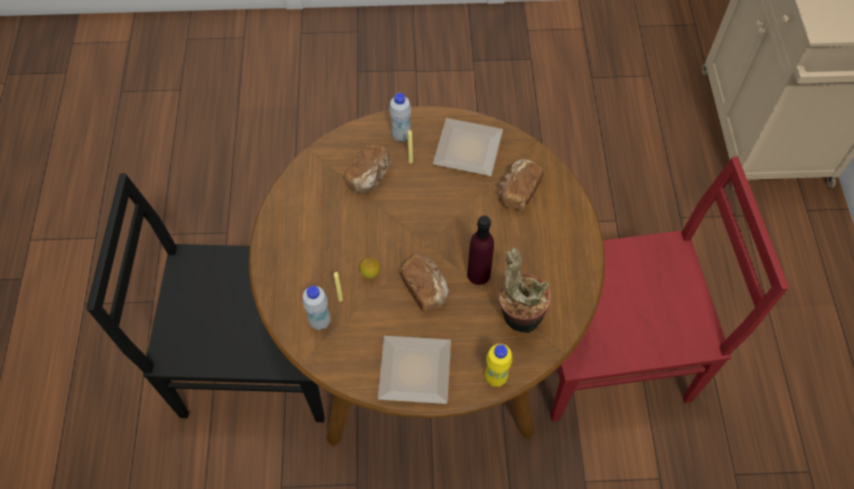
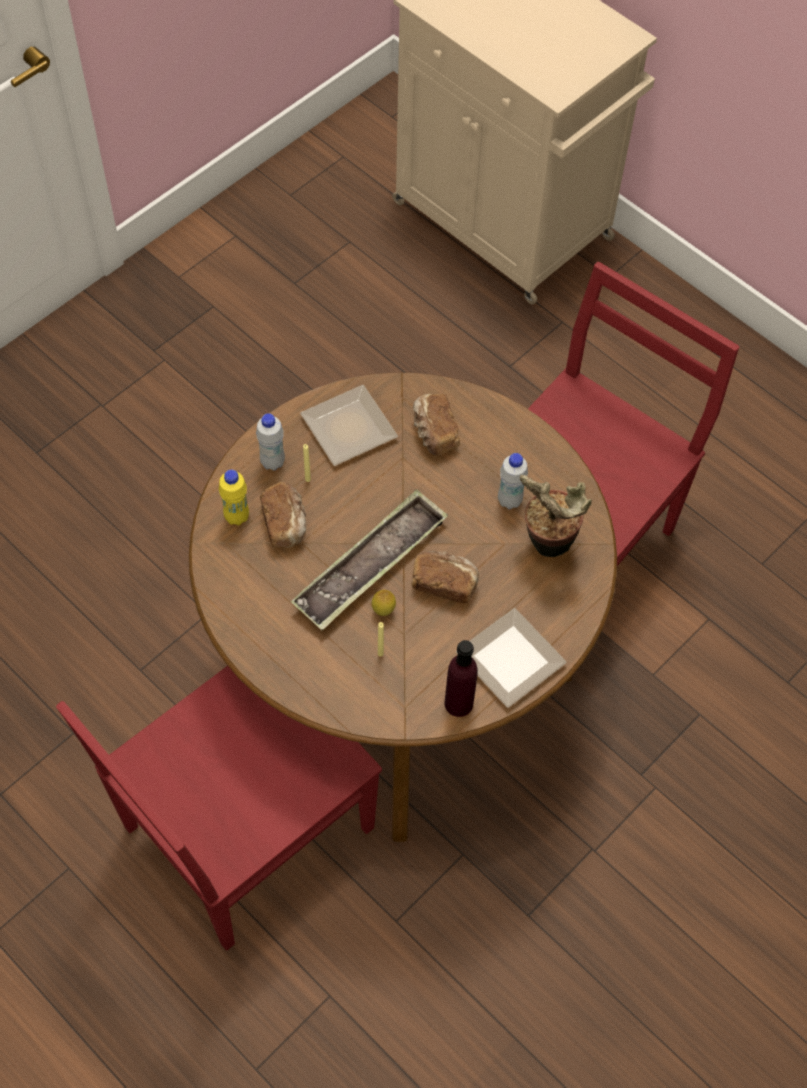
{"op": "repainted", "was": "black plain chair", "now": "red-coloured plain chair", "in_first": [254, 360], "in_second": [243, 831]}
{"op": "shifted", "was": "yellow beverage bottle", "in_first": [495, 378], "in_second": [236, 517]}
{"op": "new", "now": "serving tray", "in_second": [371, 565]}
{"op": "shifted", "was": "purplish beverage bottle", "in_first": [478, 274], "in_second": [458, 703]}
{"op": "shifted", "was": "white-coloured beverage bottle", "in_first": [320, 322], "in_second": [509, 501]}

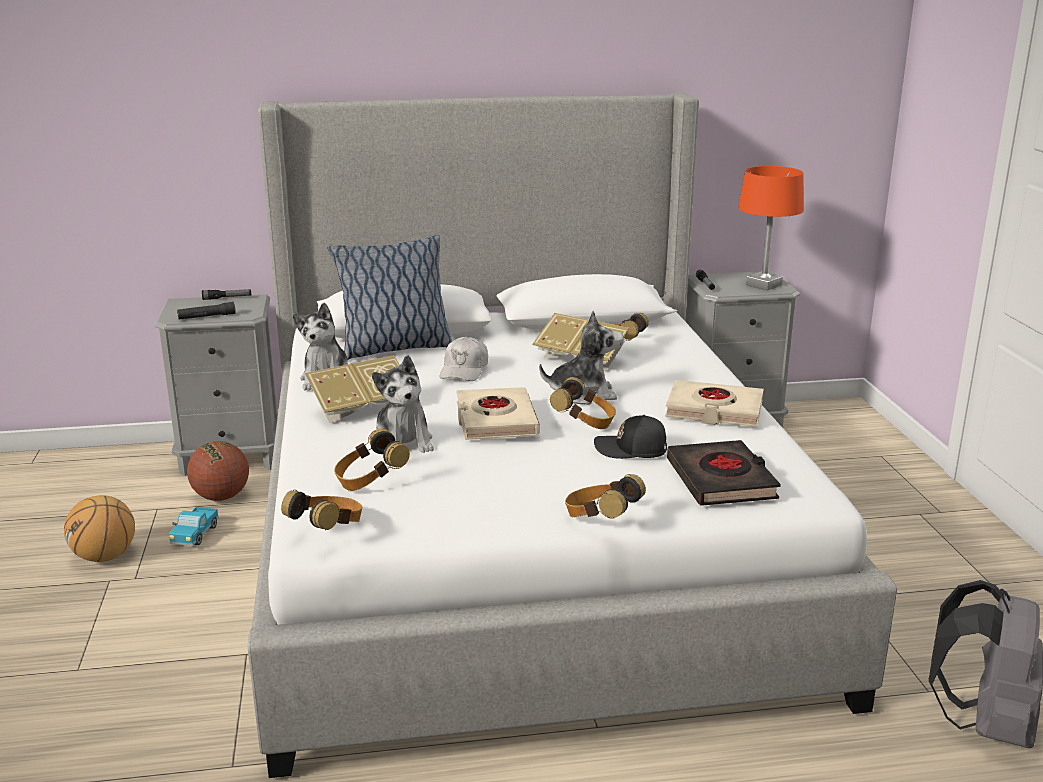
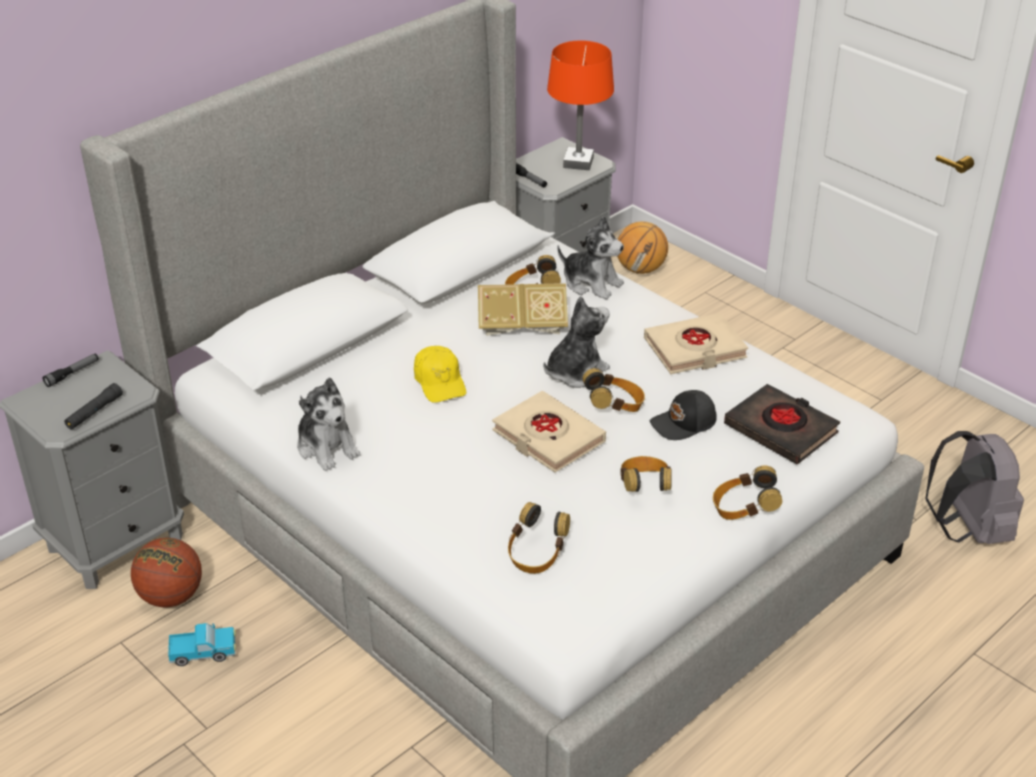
{"op": "rotated", "was": "model truck", "in_first": [195, 536], "in_second": [204, 653], "clockwise": -75}
{"op": "repainted", "was": "white-coloured baseball cap", "now": "yellow baseball cap", "in_first": [464, 370], "in_second": [440, 382]}
{"op": "shifted", "was": "cuddly toy", "in_first": [403, 442], "in_second": [591, 283]}
{"op": "shifted", "was": "basketball ball", "in_first": [105, 557], "in_second": [640, 269]}
{"op": "shifted", "was": "pair of headphones", "in_first": [328, 530], "in_second": [644, 488]}
{"op": "gone", "was": "volume", "in_first": [360, 409]}
{"op": "gone", "was": "pillow", "in_first": [394, 349]}

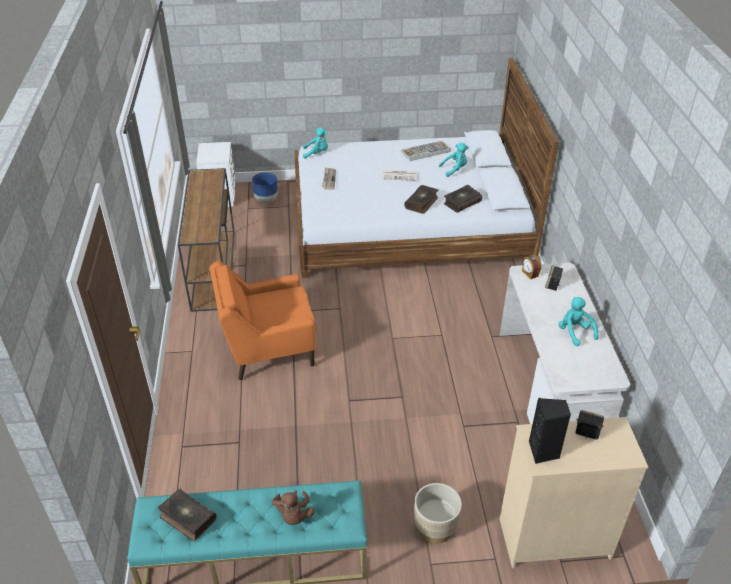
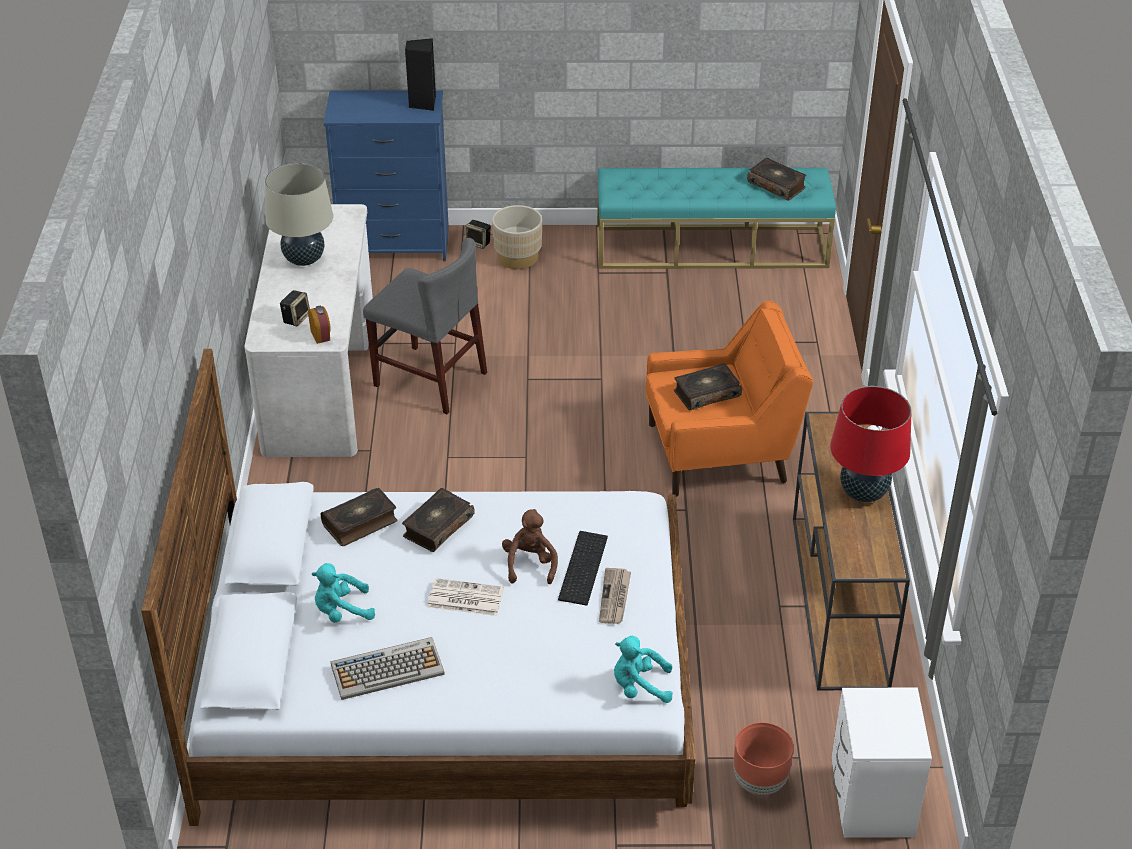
{"op": "swapped", "was": "blue-green cuddly toy", "now": "beige lamp for a table", "in_first": [574, 332], "in_second": [304, 259]}
{"op": "repainted", "was": "beige chest of drawers", "now": "blue-coloured chest of drawers", "in_first": [554, 537], "in_second": [394, 244]}
{"op": "new", "now": "grey plain chair", "in_second": [430, 379]}
{"op": "shifted", "was": "speaker", "in_first": [586, 432], "in_second": [478, 243]}
{"op": "shifted", "was": "brownish cuddly toy", "in_first": [293, 515], "in_second": [530, 564]}
{"op": "new", "now": "keyboard", "in_second": [581, 567]}
{"op": "new", "now": "volume", "in_second": [706, 393]}
{"op": "repainted", "was": "blue-coloured plant pot", "now": "brownish plant pot", "in_first": [266, 200], "in_second": [759, 782]}
{"op": "new", "now": "red-coloured lamp for a table", "in_second": [863, 493]}

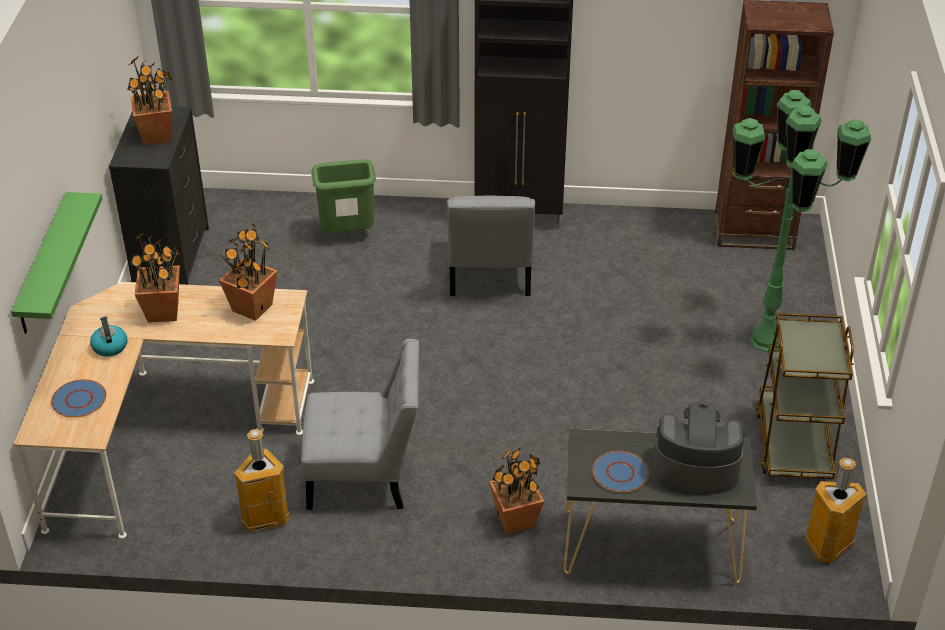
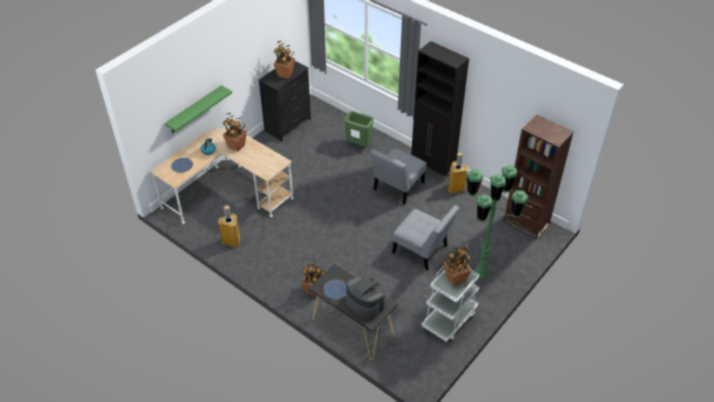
{"op": "shifted", "was": "grey plain chair", "in_first": [365, 476], "in_second": [422, 251]}
{"op": "repainted", "was": "brownish trolley", "now": "white-coloured trolley", "in_first": [793, 443], "in_second": [449, 319]}
{"op": "shifted", "was": "houseplant", "in_first": [251, 308], "in_second": [455, 279]}
{"op": "shifted", "was": "rubbish bin", "in_first": [829, 547], "in_second": [456, 188]}

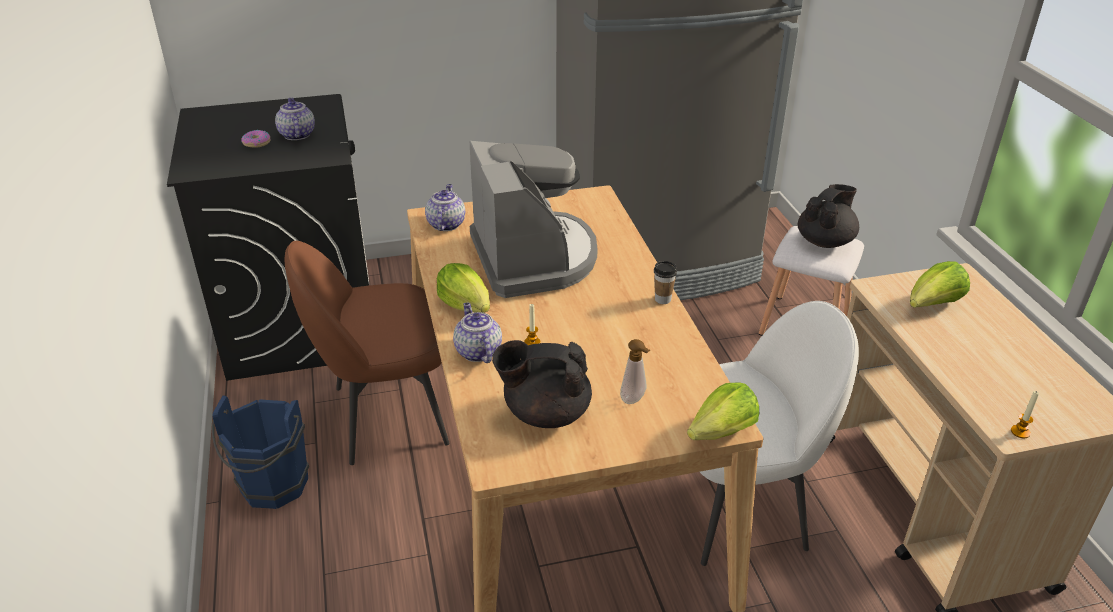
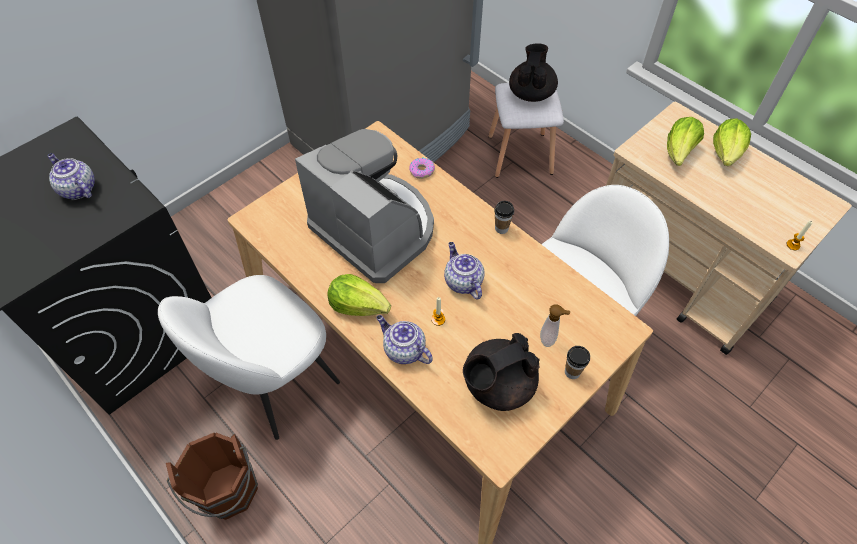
{"op": "repainted", "was": "brownish plain chair", "now": "white-coloured plain chair", "in_first": [386, 416], "in_second": [272, 381]}
{"op": "repainted", "was": "blue-coloured bucket", "now": "brownish bucket", "in_first": [272, 489], "in_second": [230, 495]}
{"op": "shifted", "was": "donut", "in_first": [256, 143], "in_second": [422, 171]}
{"op": "shifted", "was": "teapot", "in_first": [445, 224], "in_second": [462, 281]}
{"op": "new", "now": "cup", "in_second": [572, 372]}
{"op": "shifted", "was": "lettuce", "in_first": [722, 432], "in_second": [726, 153]}

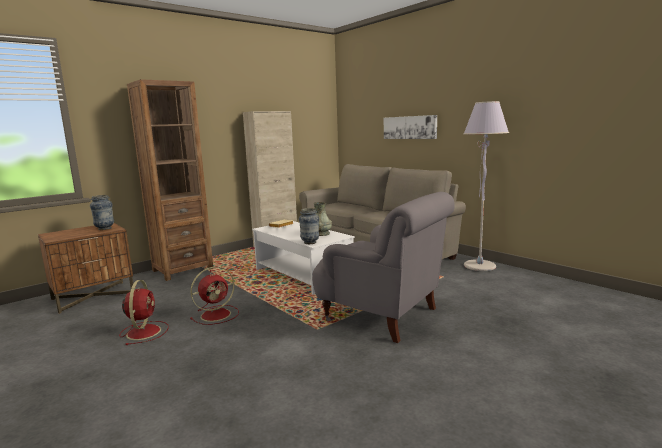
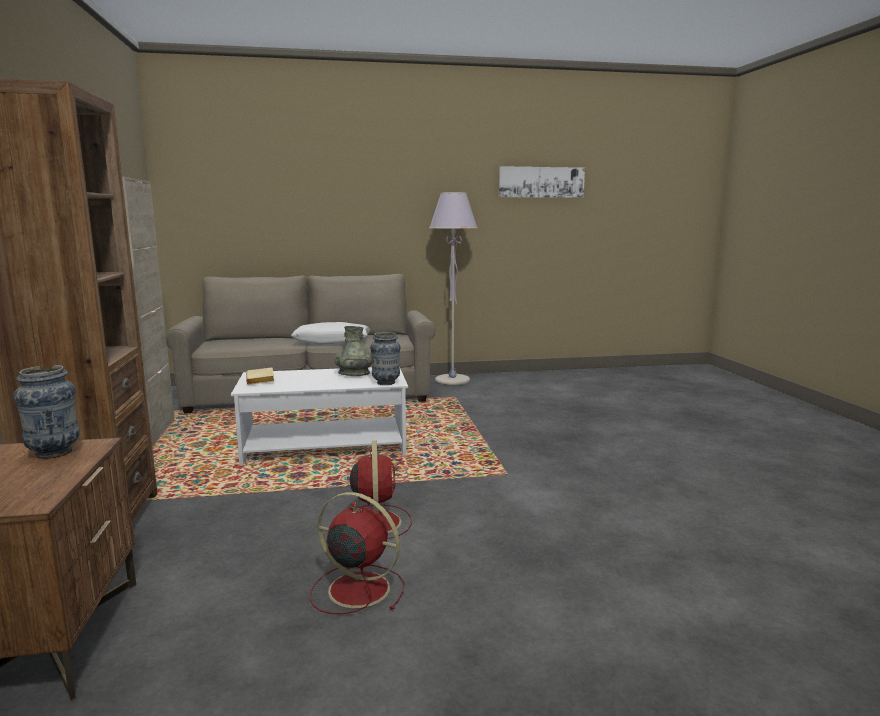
{"op": "new", "now": "white-coloured pillow", "in_second": [332, 342]}
{"op": "shifted", "was": "wall picture", "in_first": [409, 127], "in_second": [541, 182]}
{"op": "gone", "was": "grey armchair", "in_first": [383, 315]}

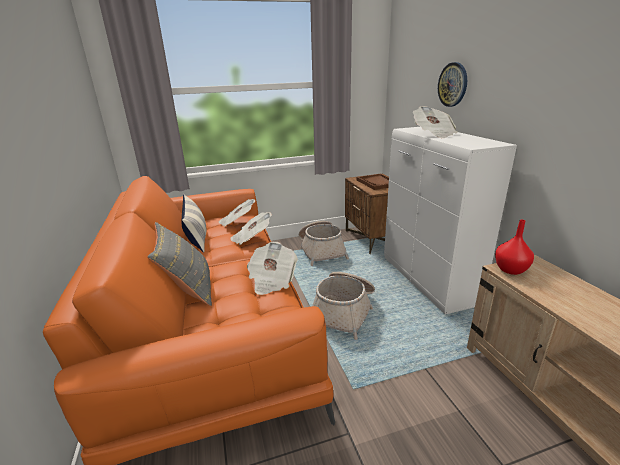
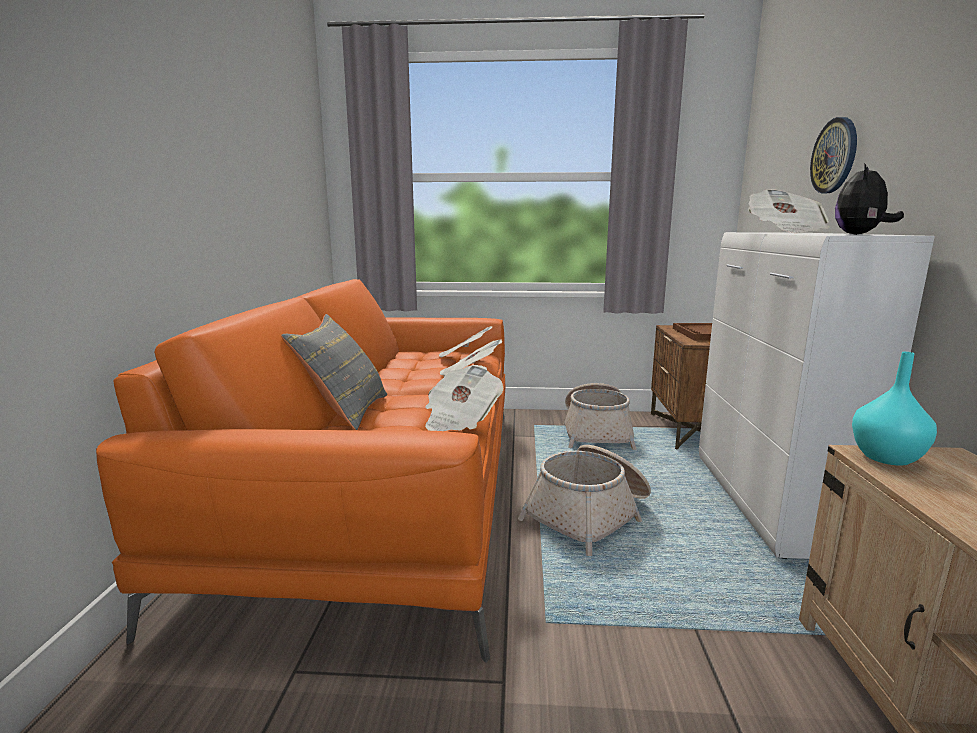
{"op": "new", "now": "cuddly toy", "in_second": [860, 234]}
{"op": "repainted", "was": "red-coloured flower vase", "now": "blue-green flower vase", "in_first": [509, 270], "in_second": [884, 458]}
{"op": "gone", "was": "pillow", "in_first": [196, 236]}

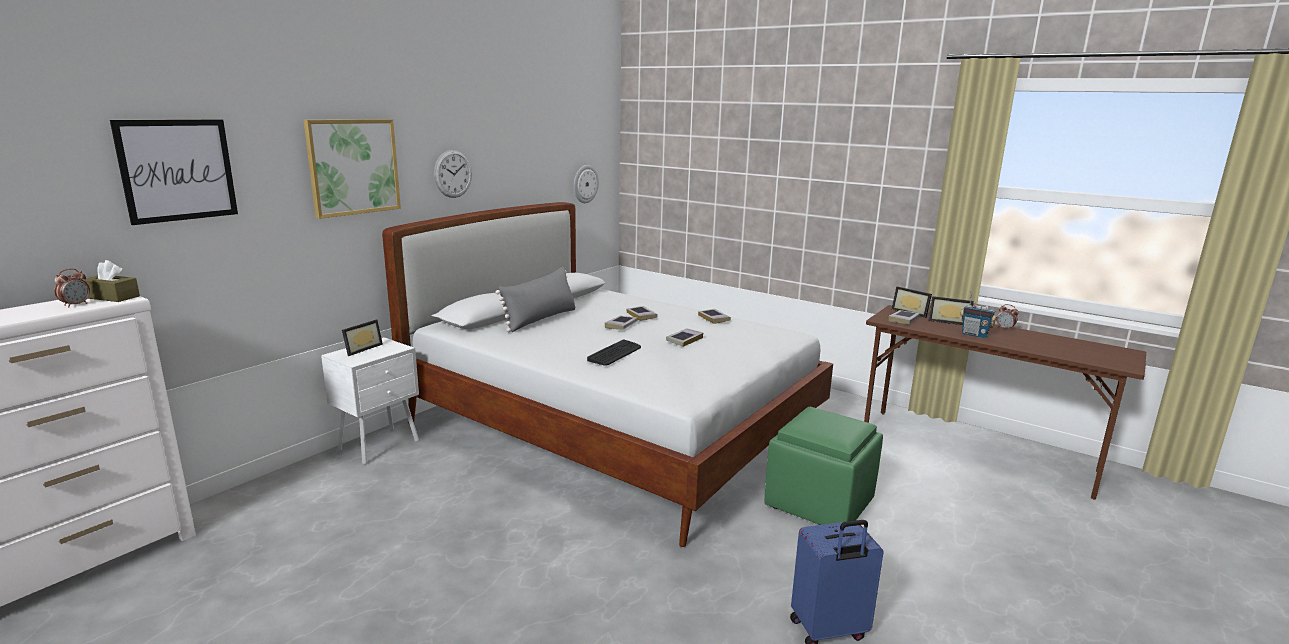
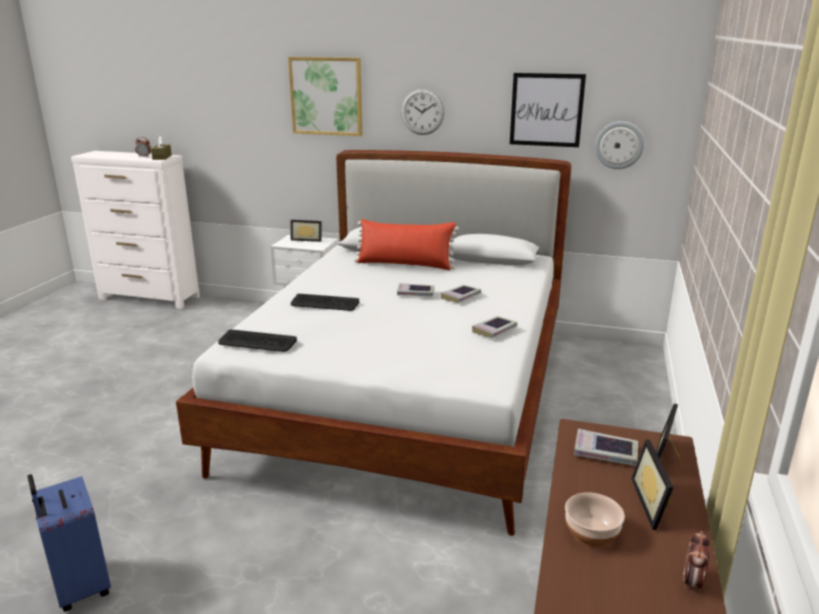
{"op": "new", "now": "keyboard", "in_second": [257, 342]}
{"op": "repainted", "was": "grey pillow", "now": "red-coloured pillow", "in_first": [540, 319], "in_second": [405, 264]}
{"op": "shifted", "was": "wall picture", "in_first": [177, 170], "in_second": [546, 110]}
{"op": "swapped", "was": "radio", "now": "serving bowl", "in_first": [974, 335], "in_second": [592, 533]}
{"op": "gone", "was": "volume", "in_first": [684, 340]}
{"op": "gone", "was": "green-coloured ottoman", "in_first": [818, 502]}

